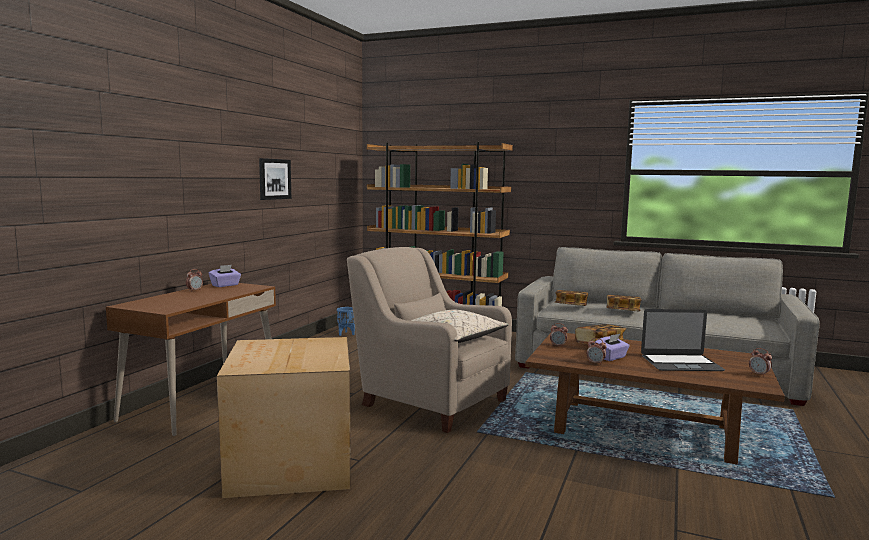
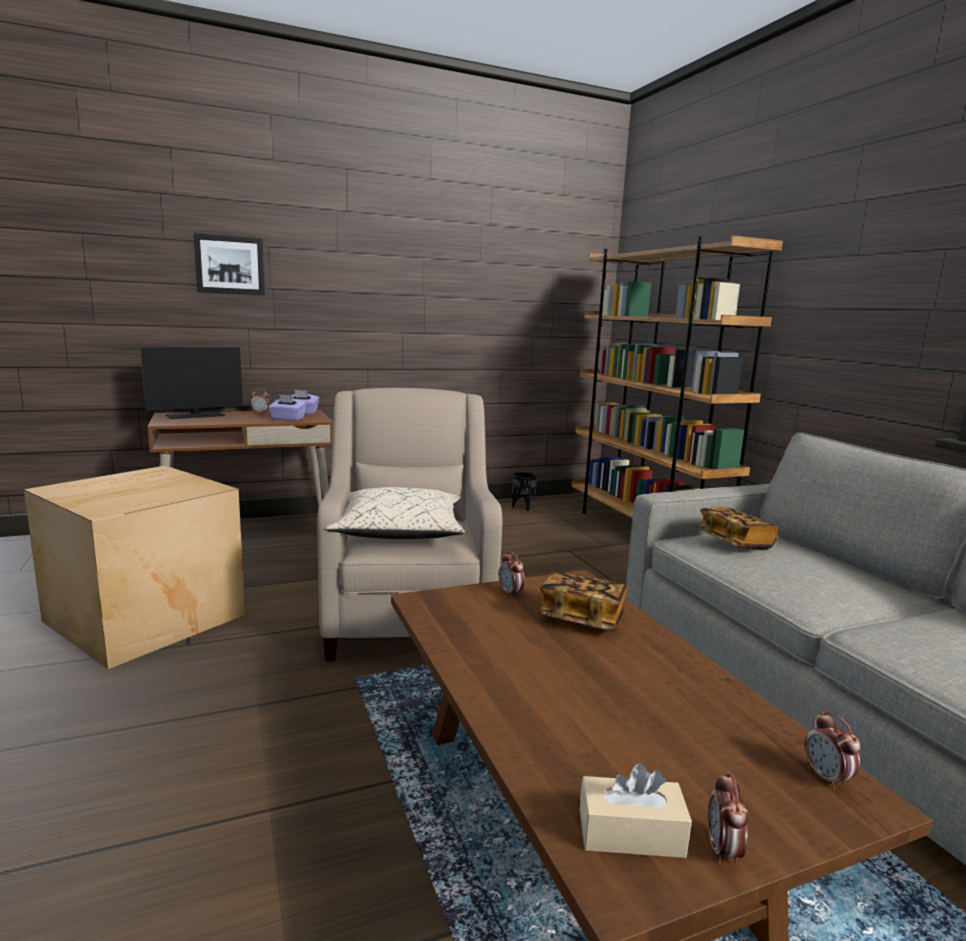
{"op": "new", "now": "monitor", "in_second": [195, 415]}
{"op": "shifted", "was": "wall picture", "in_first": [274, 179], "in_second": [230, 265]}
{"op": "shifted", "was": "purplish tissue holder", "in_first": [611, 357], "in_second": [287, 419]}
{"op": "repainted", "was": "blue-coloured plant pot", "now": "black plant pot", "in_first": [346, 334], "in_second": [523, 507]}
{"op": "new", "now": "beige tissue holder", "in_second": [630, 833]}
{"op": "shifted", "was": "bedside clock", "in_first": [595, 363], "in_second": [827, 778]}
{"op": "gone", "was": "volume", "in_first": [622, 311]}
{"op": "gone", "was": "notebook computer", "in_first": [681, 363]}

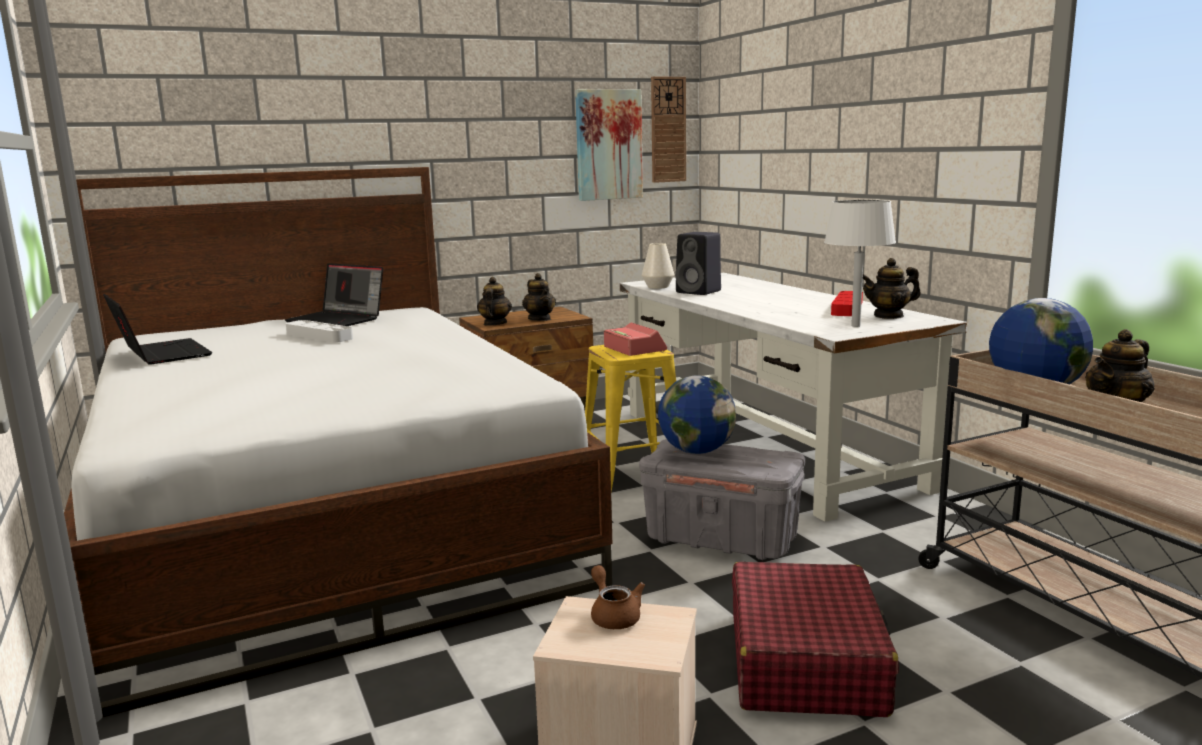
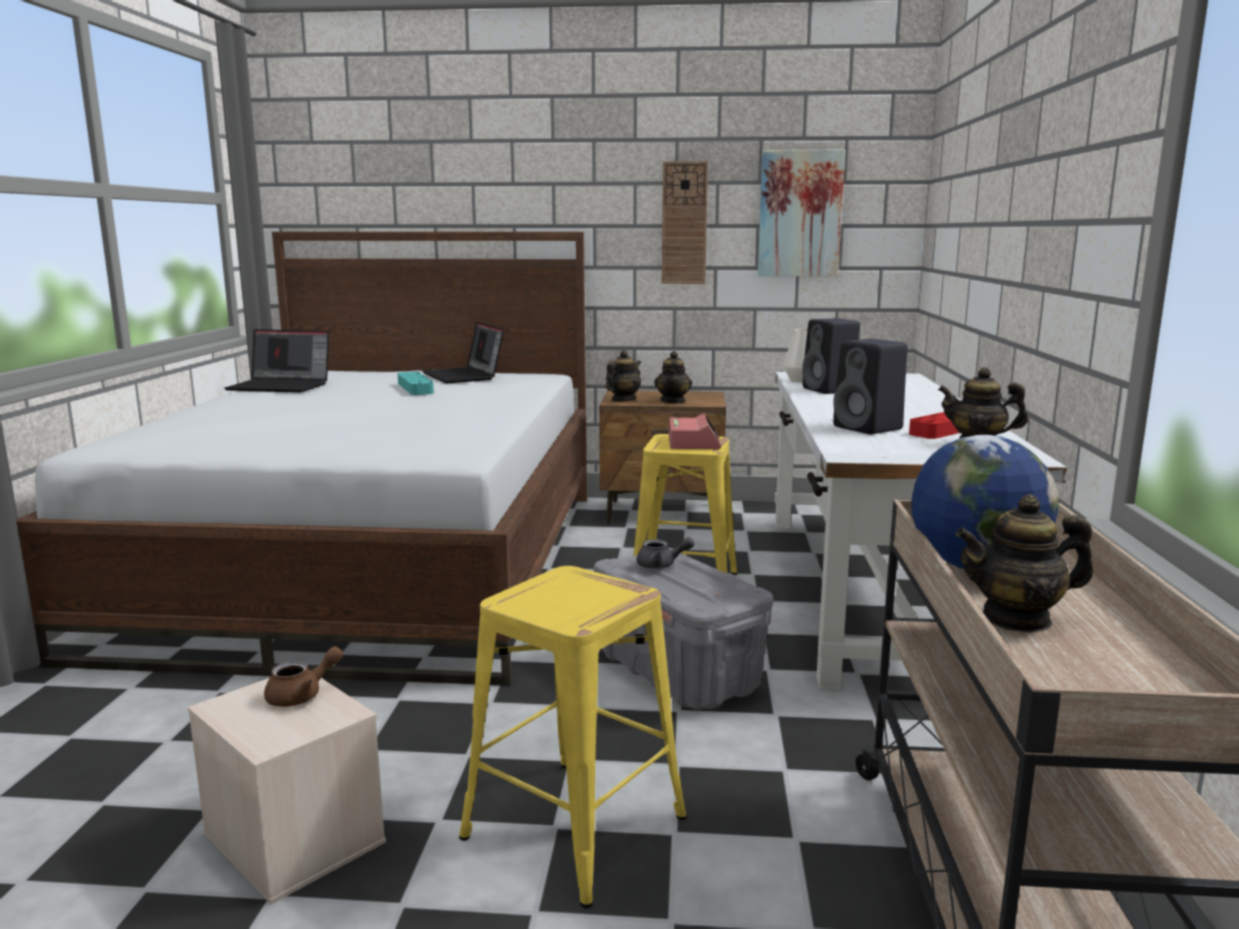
{"op": "rotated", "was": "notebook computer", "in_first": [160, 354], "in_second": [282, 386], "clockwise": 105}
{"op": "rotated", "was": "brownish teapot", "in_first": [614, 615], "in_second": [302, 695], "clockwise": 45}
{"op": "repainted", "was": "grey serving tray", "now": "blue-green serving tray", "in_first": [319, 336], "in_second": [415, 388]}
{"op": "swapped", "was": "red-coloured piece of luggage", "now": "yellow stool", "in_first": [805, 661], "in_second": [573, 825]}
{"op": "swapped", "was": "globe", "now": "grey teapot", "in_first": [696, 451], "in_second": [661, 565]}
{"op": "shifted", "was": "clock on the wall", "in_first": [668, 130], "in_second": [684, 223]}
{"op": "new", "now": "black speaker", "in_second": [869, 428]}
{"op": "gone", "was": "white-coloured lamp for a table", "in_first": [855, 326]}

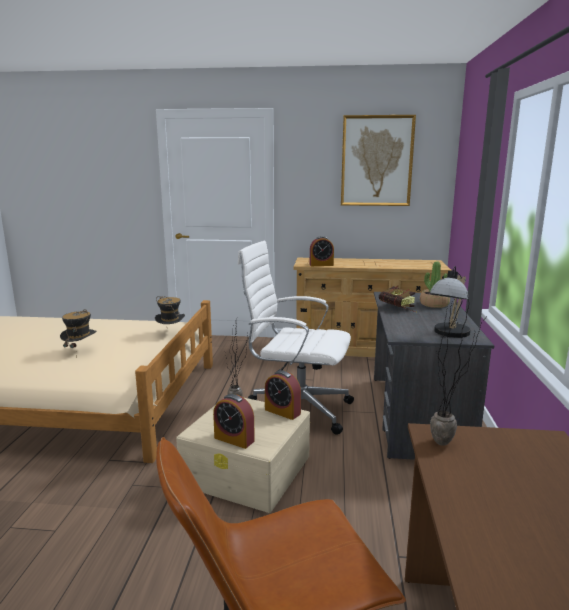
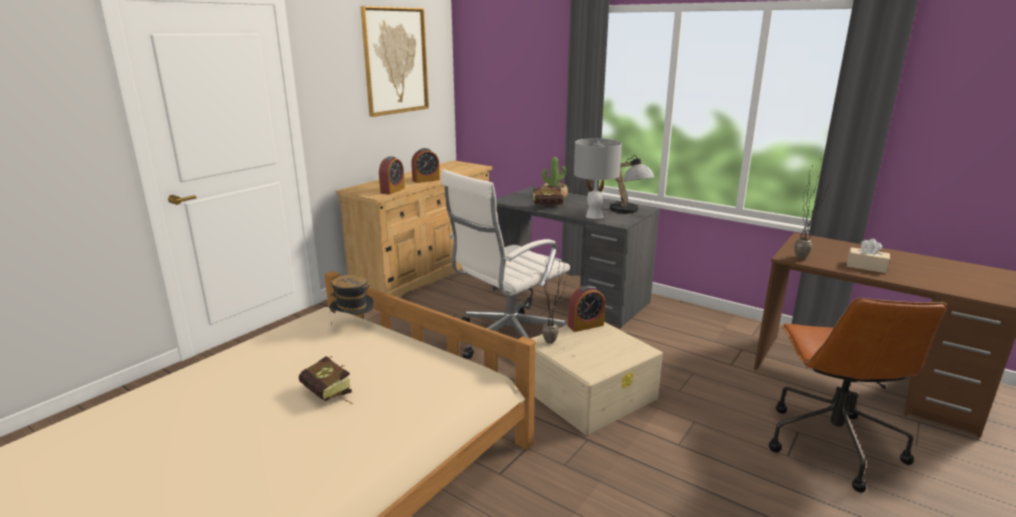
{"op": "swapped", "was": "clothing hat", "now": "volume", "in_first": [80, 352], "in_second": [329, 395]}
{"op": "shifted", "was": "bedside clock", "in_first": [234, 439], "in_second": [426, 180]}
{"op": "new", "now": "grey lamp for a table", "in_second": [594, 216]}
{"op": "new", "now": "beige tissue holder", "in_second": [866, 267]}

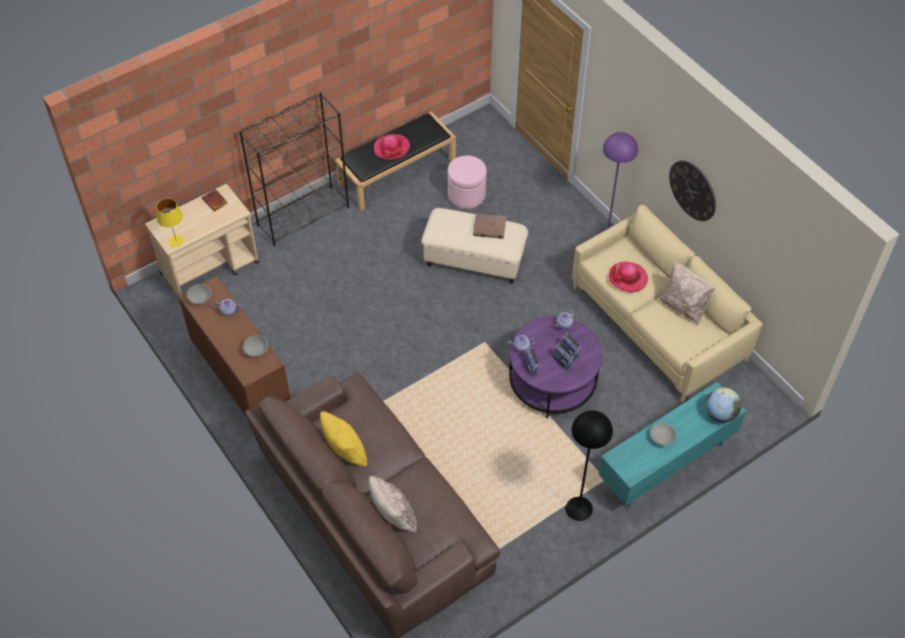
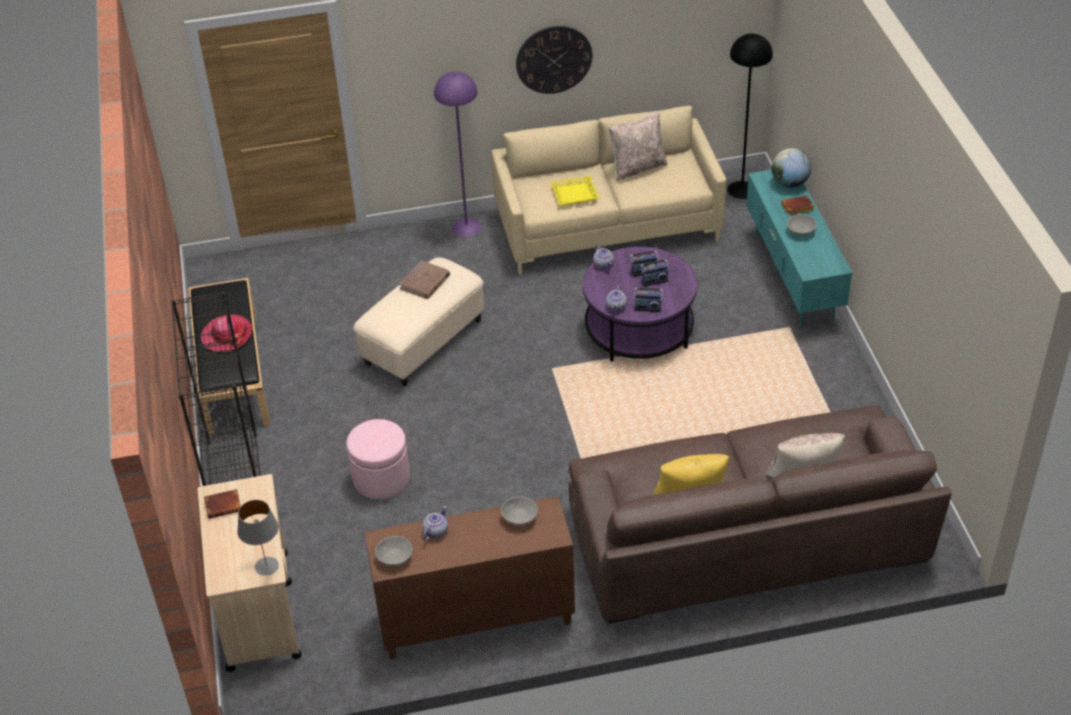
{"op": "repainted", "was": "yellow lamp for a table", "now": "grey lamp for a table", "in_first": [176, 241], "in_second": [267, 566]}
{"op": "shifted", "was": "pink ottoman", "in_first": [466, 195], "in_second": [381, 478]}
{"op": "swapped", "was": "clothing hat", "now": "yellow serving tray", "in_first": [628, 278], "in_second": [574, 194]}
{"op": "shifted", "was": "black standard lamp", "in_first": [579, 508], "in_second": [742, 189]}
{"op": "new", "now": "brownish volume", "in_second": [797, 208]}

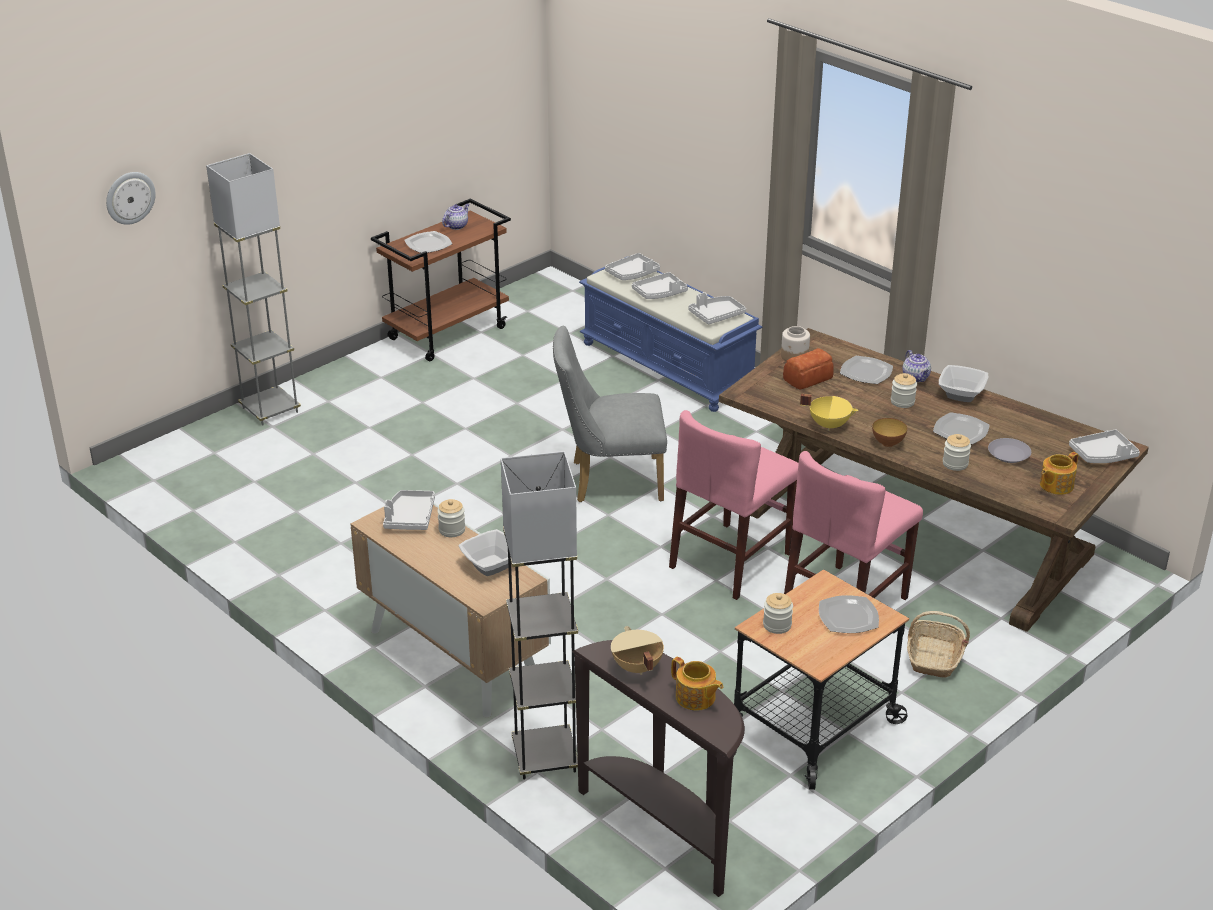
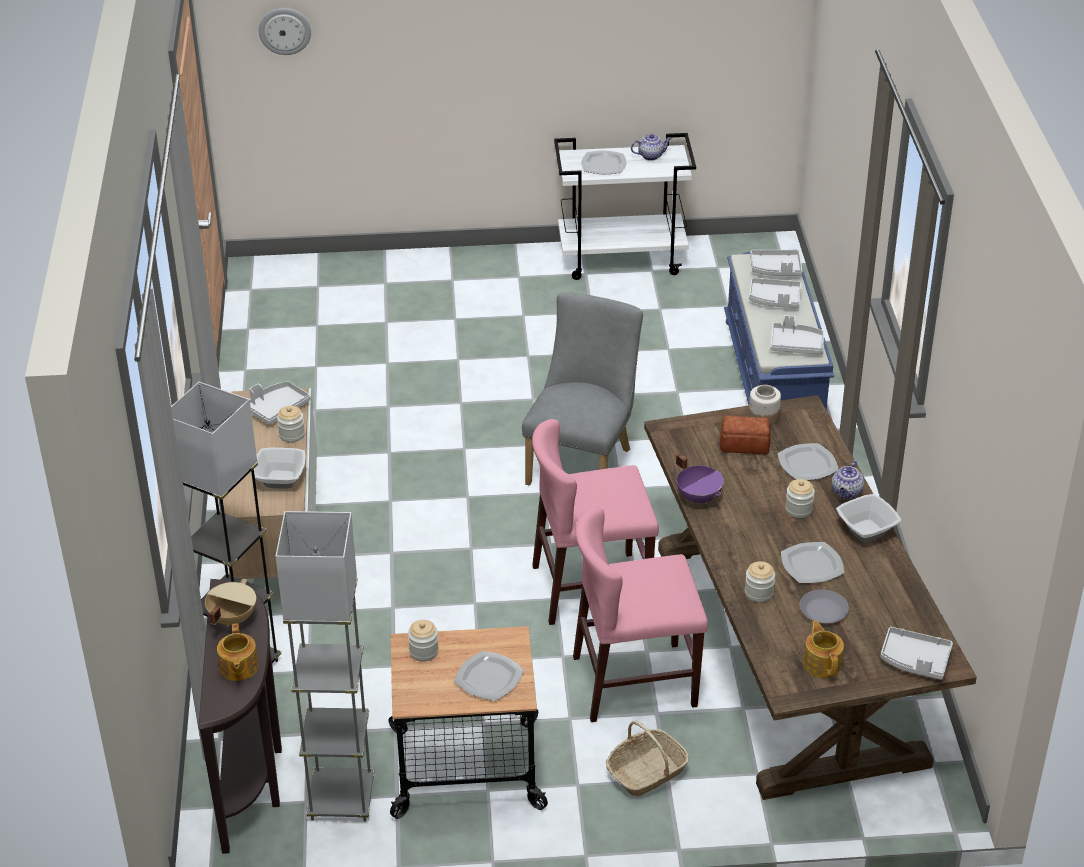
{"op": "shifted", "was": "grey standard lamp", "in_first": [270, 410], "in_second": [341, 799]}
{"op": "rotated", "was": "grey plain chair", "in_first": [609, 481], "in_second": [583, 462], "clockwise": 75}
{"op": "repainted", "was": "brownish trolley", "now": "white-coloured trolley", "in_first": [447, 333], "in_second": [623, 259]}
{"op": "repainted", "was": "yellow saucepot", "now": "purplish saucepot", "in_first": [829, 425], "in_second": [699, 497]}
{"op": "rotated", "was": "teapot", "in_first": [1055, 485], "in_second": [822, 663], "clockwise": 75}
{"op": "gone", "was": "serving bowl", "in_first": [888, 443]}

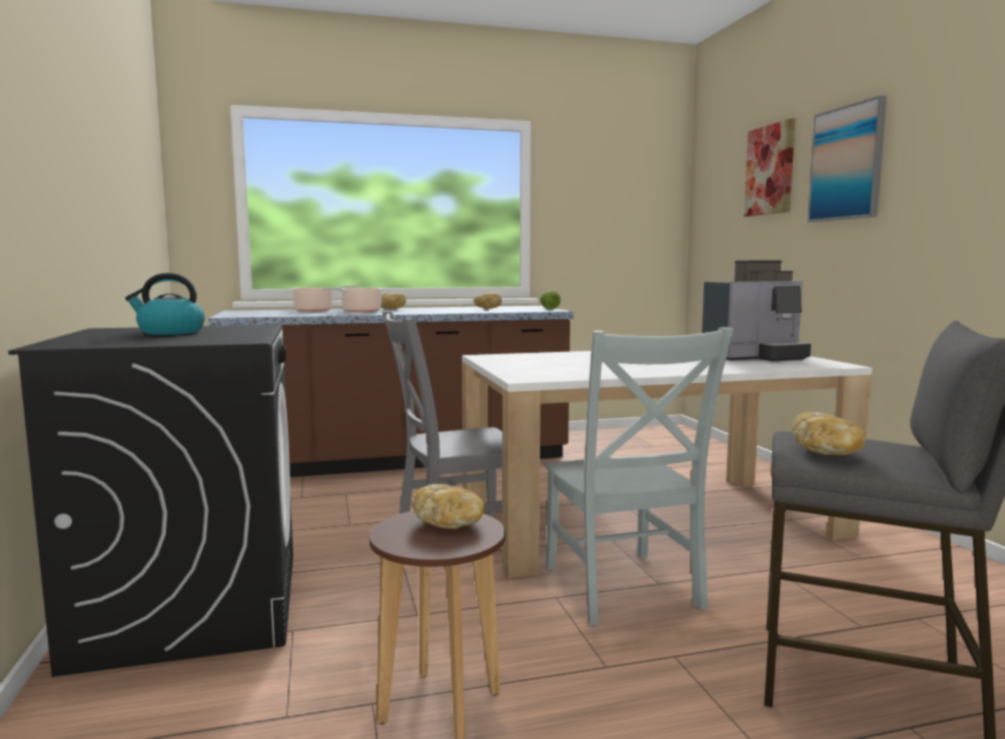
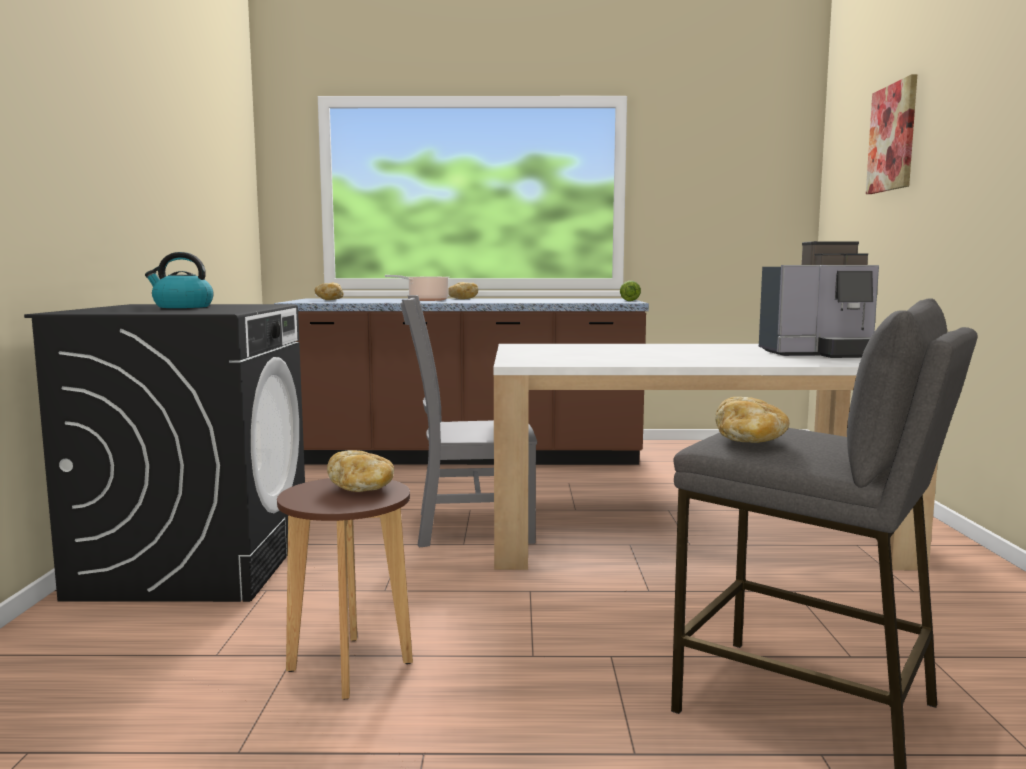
{"op": "shifted", "was": "bakery bread", "in_first": [487, 308], "in_second": [329, 300]}
{"op": "gone", "was": "saucepot", "in_first": [316, 310]}
{"op": "gone", "was": "grey plain chair", "in_first": [623, 590]}
{"op": "gone", "was": "wall picture", "in_first": [847, 163]}

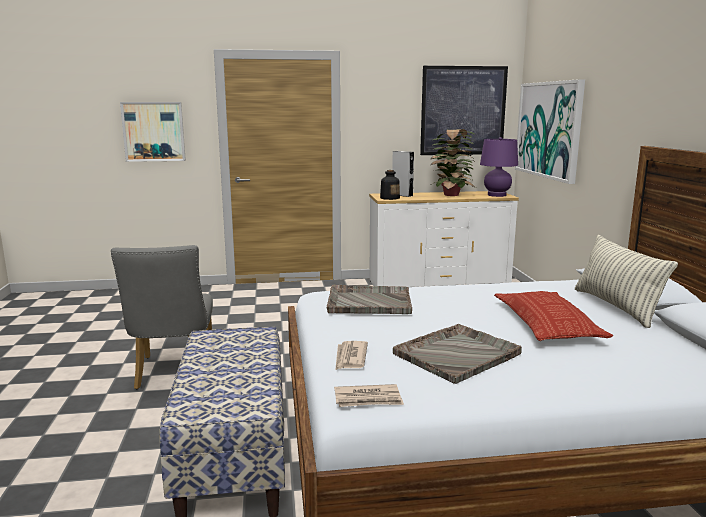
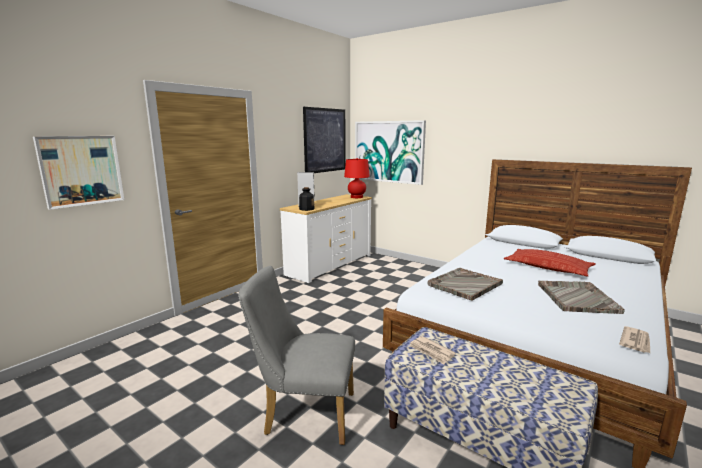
{"op": "rotated", "was": "grey plain chair", "in_first": [173, 374], "in_second": [303, 413], "clockwise": 150}
{"op": "repainted", "was": "purplish lamp for a table", "now": "red-coloured lamp for a table", "in_first": [496, 195], "in_second": [356, 197]}
{"op": "shifted", "was": "printed paper", "in_first": [350, 357], "in_second": [431, 351]}
{"op": "gone", "was": "houseplant", "in_first": [451, 195]}
{"op": "gone", "was": "pillow", "in_first": [616, 307]}

